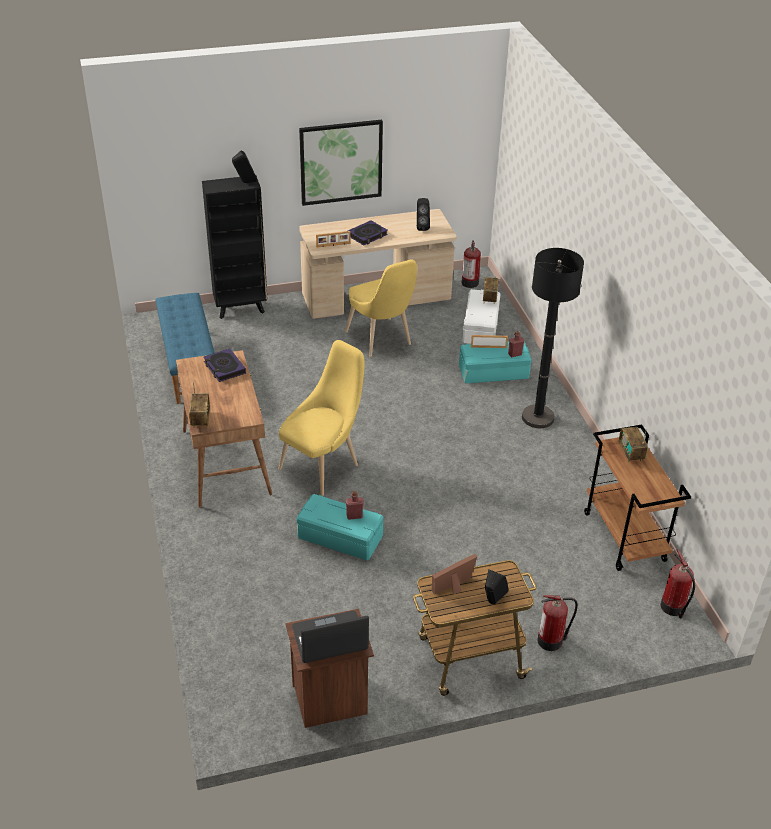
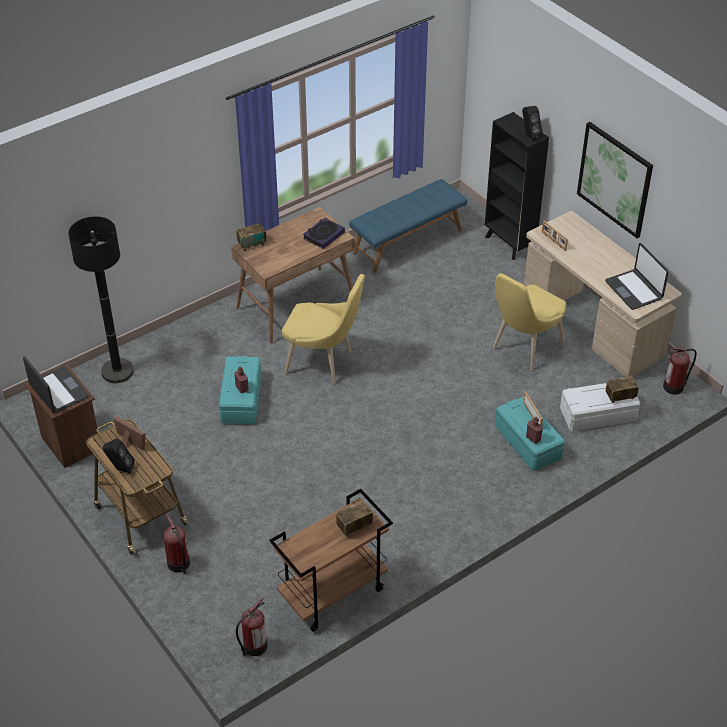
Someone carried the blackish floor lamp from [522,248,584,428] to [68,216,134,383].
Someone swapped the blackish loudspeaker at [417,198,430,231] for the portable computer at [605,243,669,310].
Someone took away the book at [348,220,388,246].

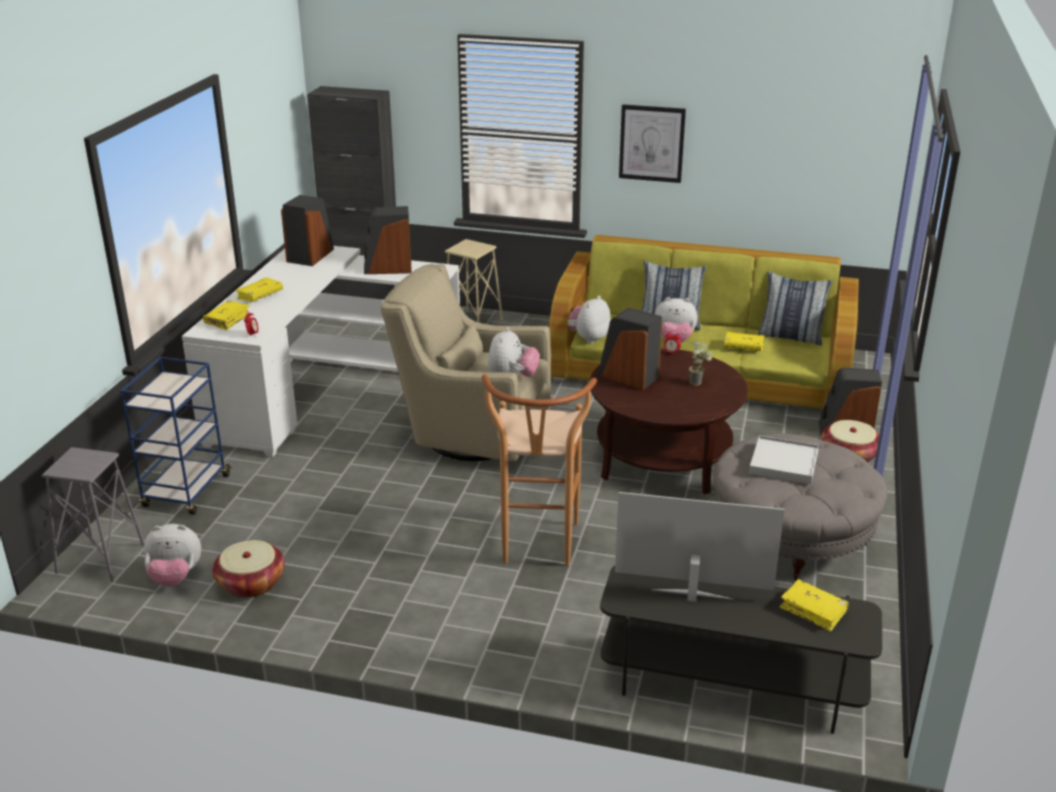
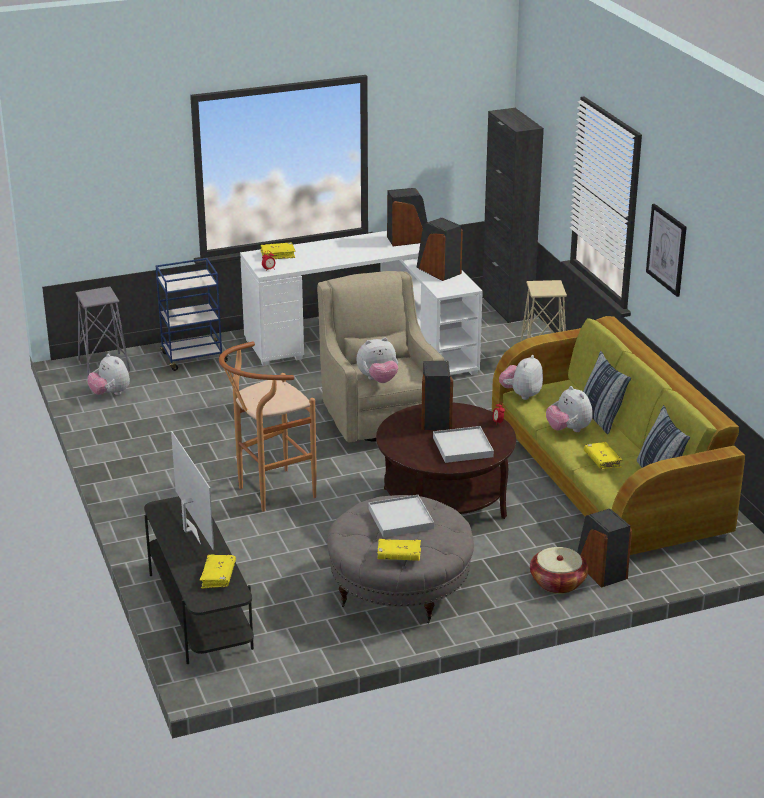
Someone carried the yellow book from [235,277,283,302] to [377,539,421,561].
Someone swapped the houseplant at [689,340,712,386] for the white tray at [433,426,494,463].
Someone rotated the soft toy at [568,296,611,344] by 60 degrees counterclockwise.
Someone took away the household basket at [212,540,285,598].

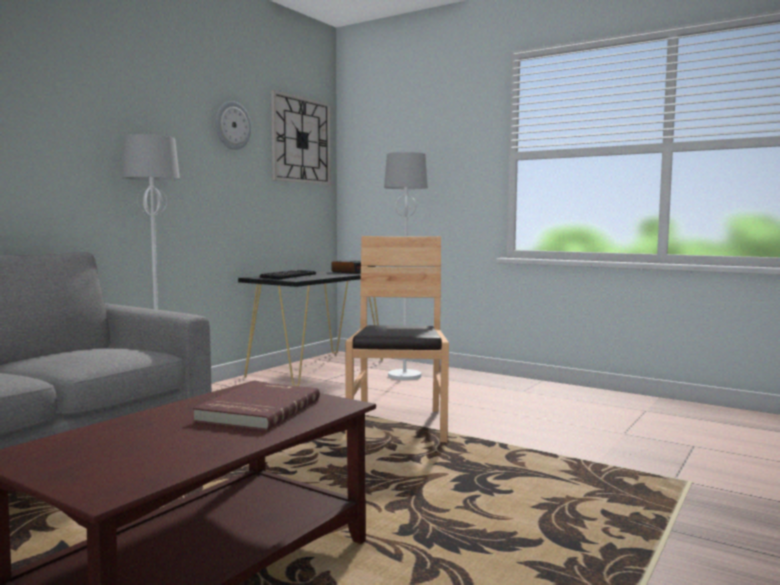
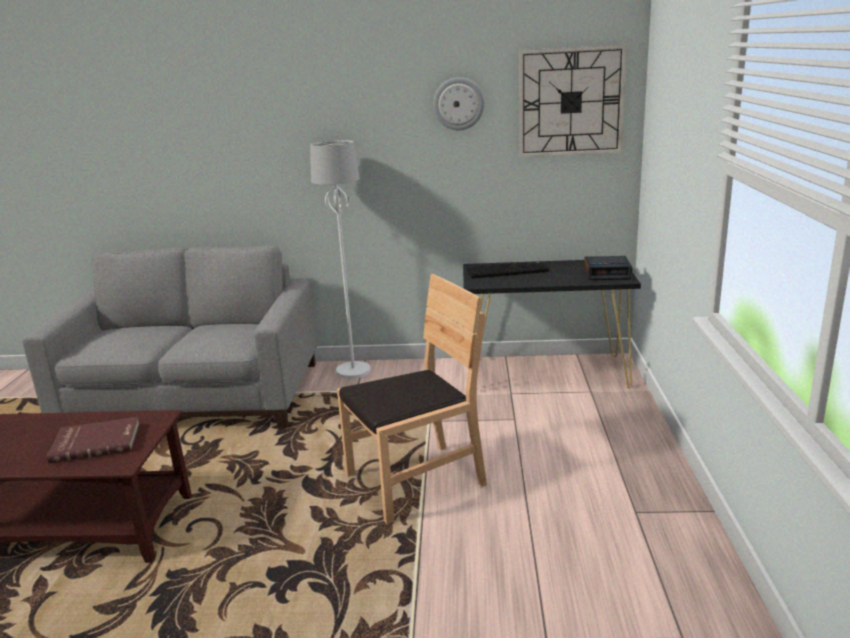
Someone took away the white floor lamp at [384,152,428,380].

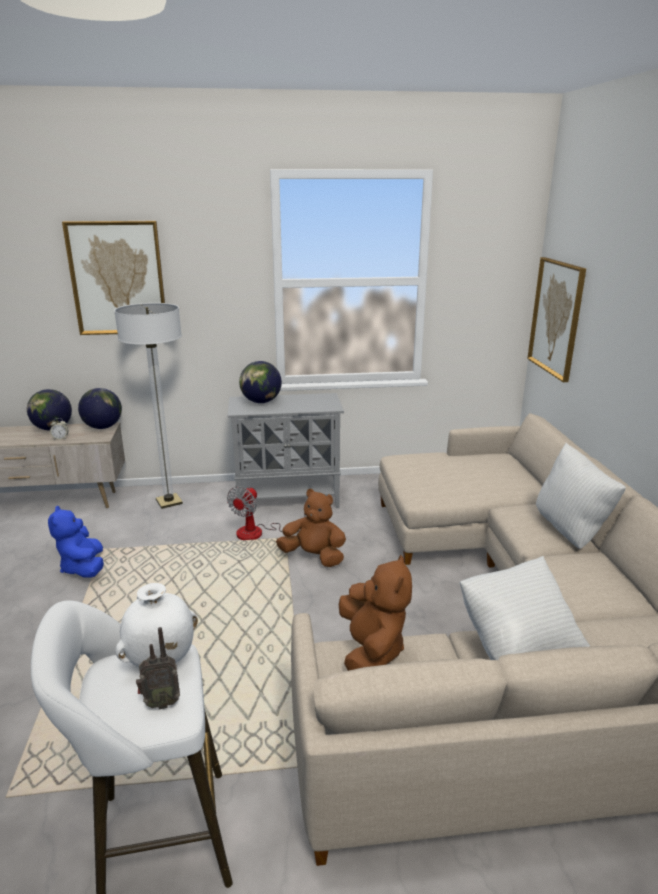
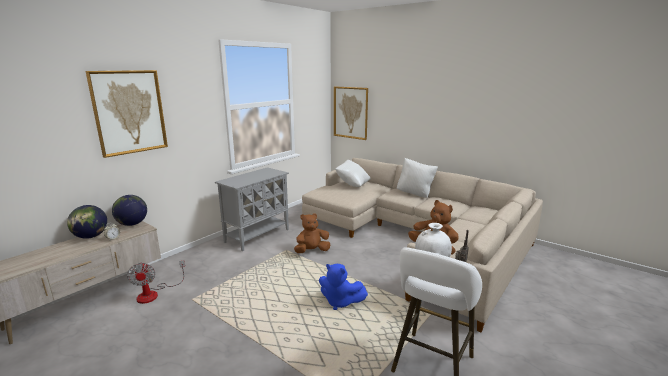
Someone carried the electric fan from [227,486,305,540] to [127,260,185,304].
Someone carried the blue-coloured soft toy from [48,506,104,578] to [319,264,368,310].
Someone carried the white throw pillow from [460,556,591,660] to [335,160,371,187].
Someone took away the floor lamp at [114,303,183,509].
Someone took away the world globe at [239,361,282,403].

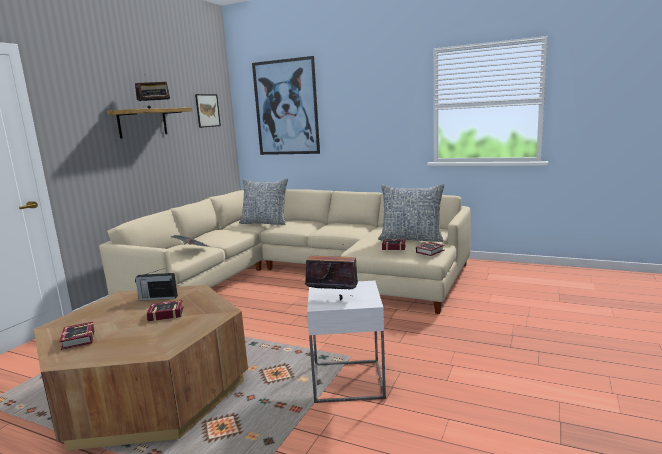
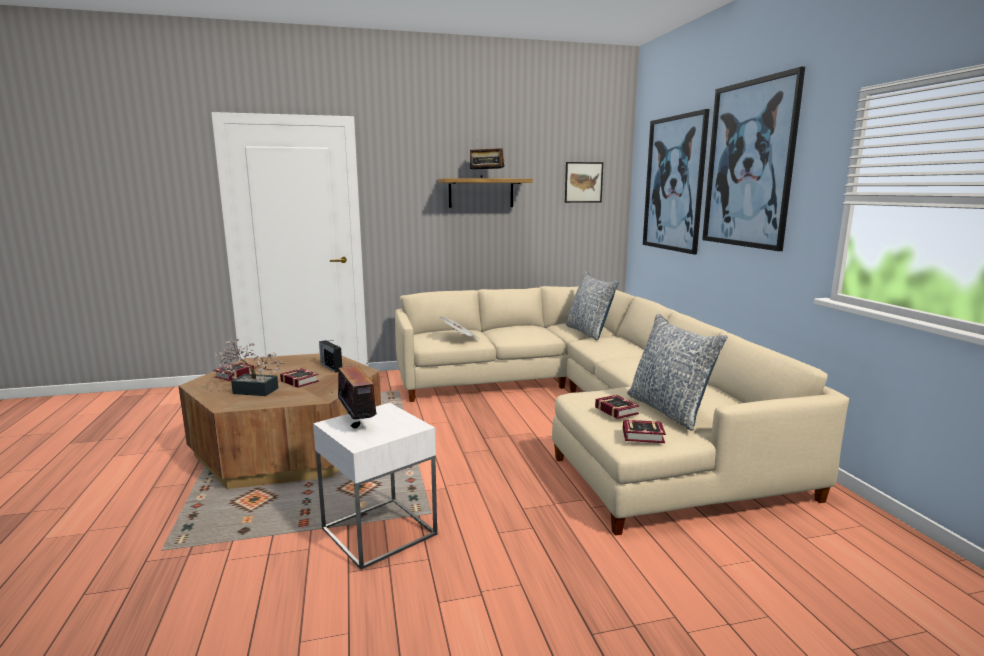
Someone put down the houseplant at [214,339,284,396].
Someone put up the picture at [702,67,805,251].

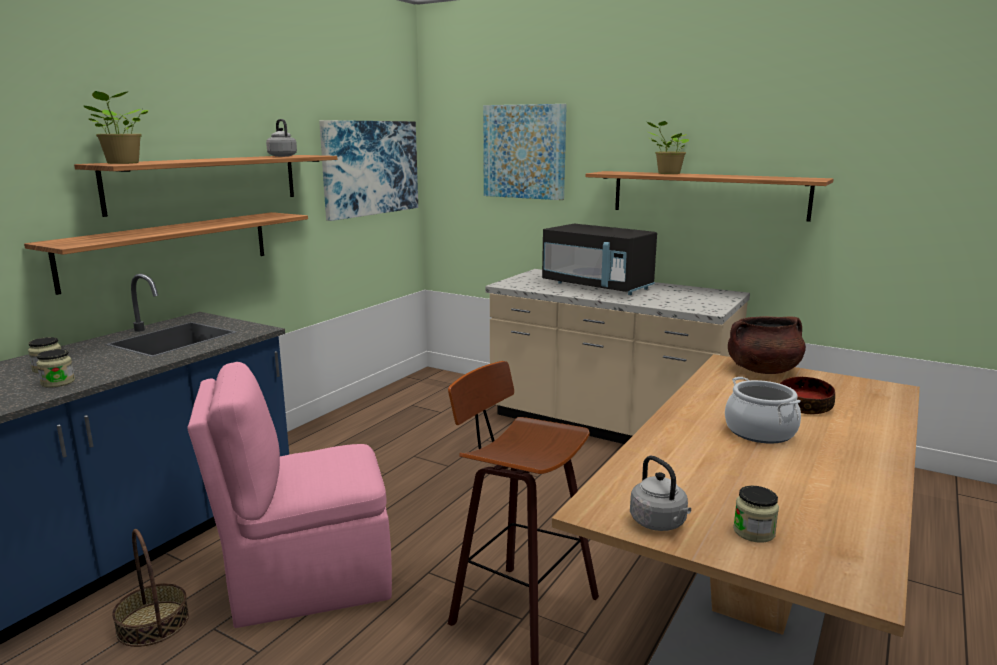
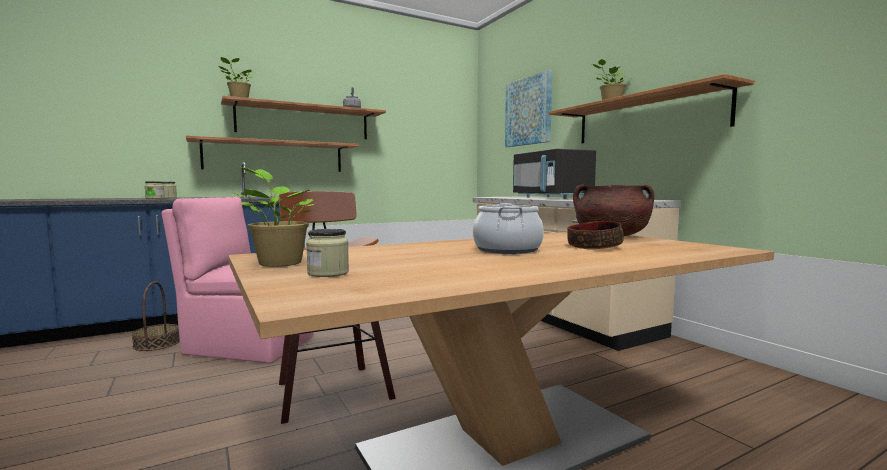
Someone swapped the greyish water kettle at [630,456,691,531] for the houseplant at [233,167,314,267].
Someone took away the picture at [319,120,418,221].

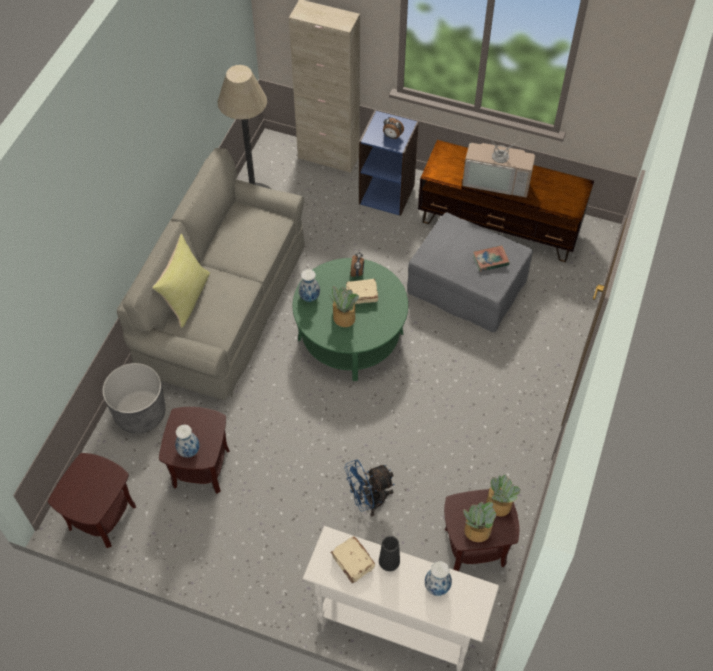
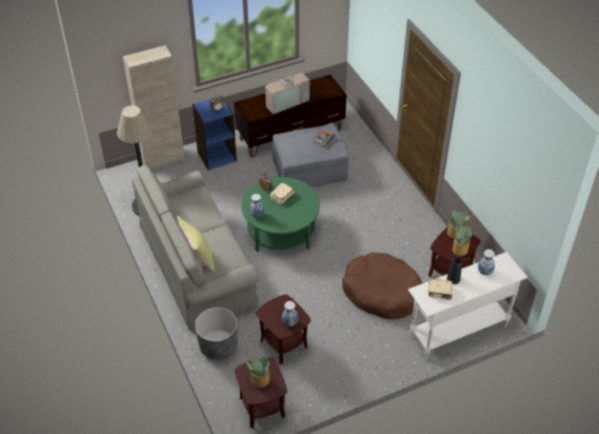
Someone carried the houseplant from [330,286,359,327] to [246,356,270,388].
Someone swapped the blue-coloured electric fan at [344,460,394,516] for the brownish pet bed at [342,252,422,320].

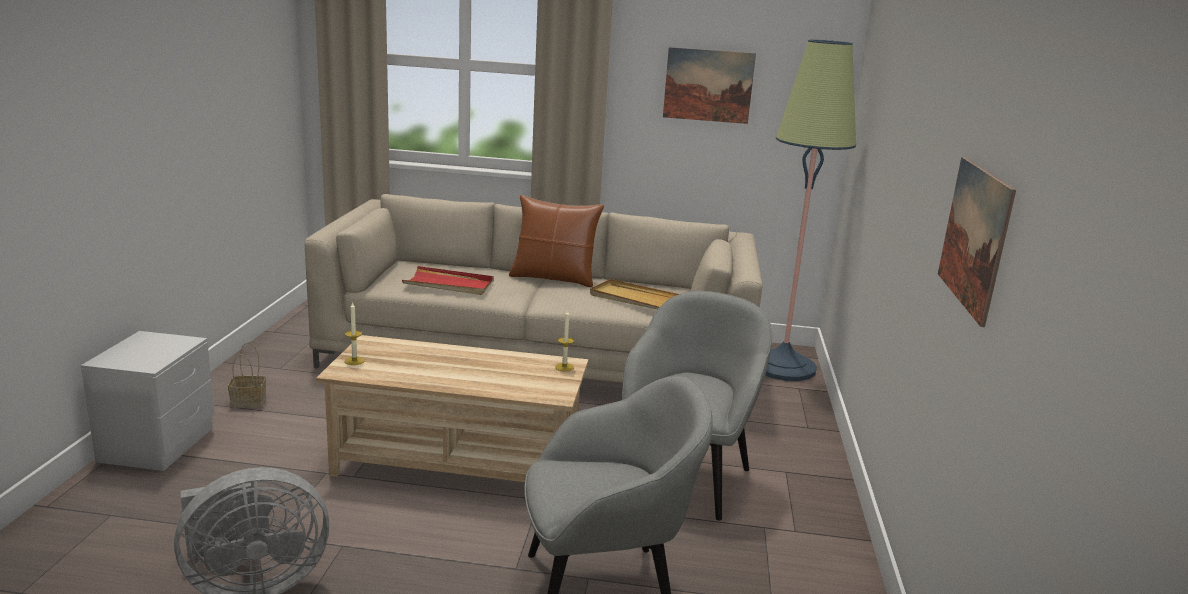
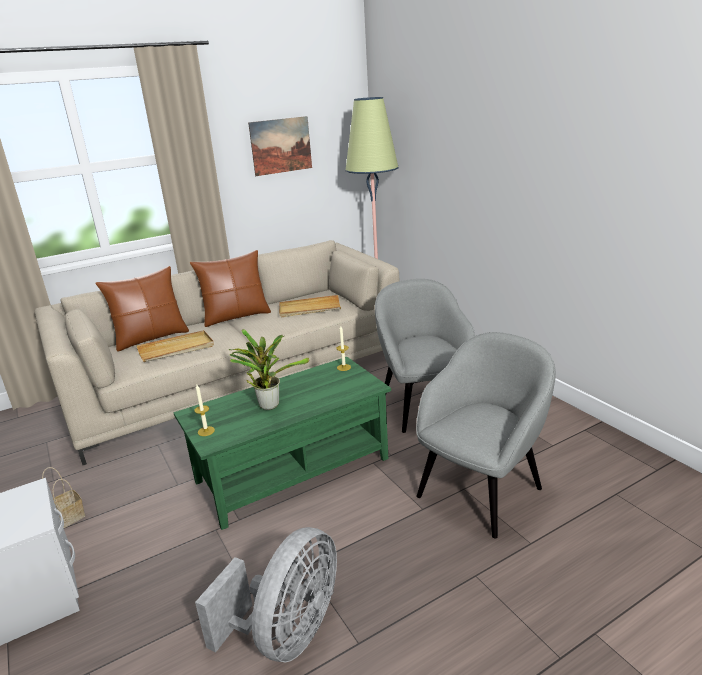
Someone put down the brownish throw pillow at [95,266,189,352].
Someone repainted the red tray at [402,266,494,295], which became the beige-coloured tray at [136,330,214,362].
Someone repainted the beige-coloured low table at [316,335,588,482], which became the green-coloured low table at [173,357,391,530].
Someone put down the houseplant at [229,329,309,410].
Someone took away the picture at [938,157,1016,327].

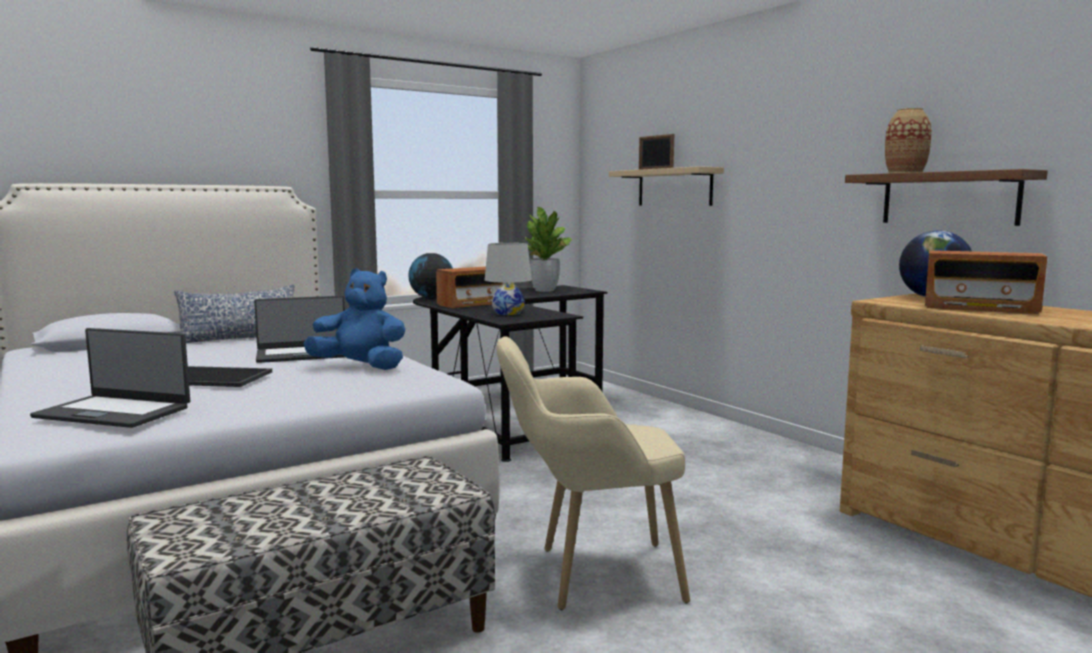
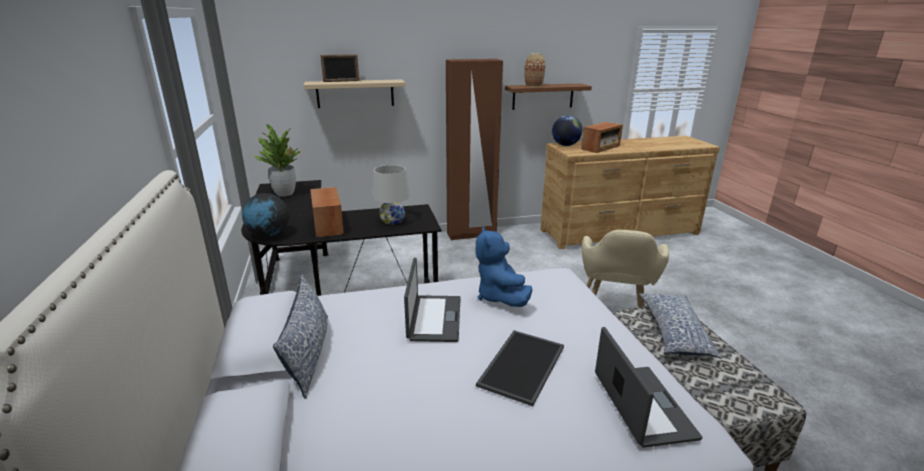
Someone put down the brownish armoire at [446,59,503,240].
Someone rotated the blue-coloured soft toy at [304,268,406,370] by 45 degrees counterclockwise.
Someone rotated the portable computer at [30,328,190,428] by 45 degrees counterclockwise.
Someone put down the throw pillow at [639,293,722,359].

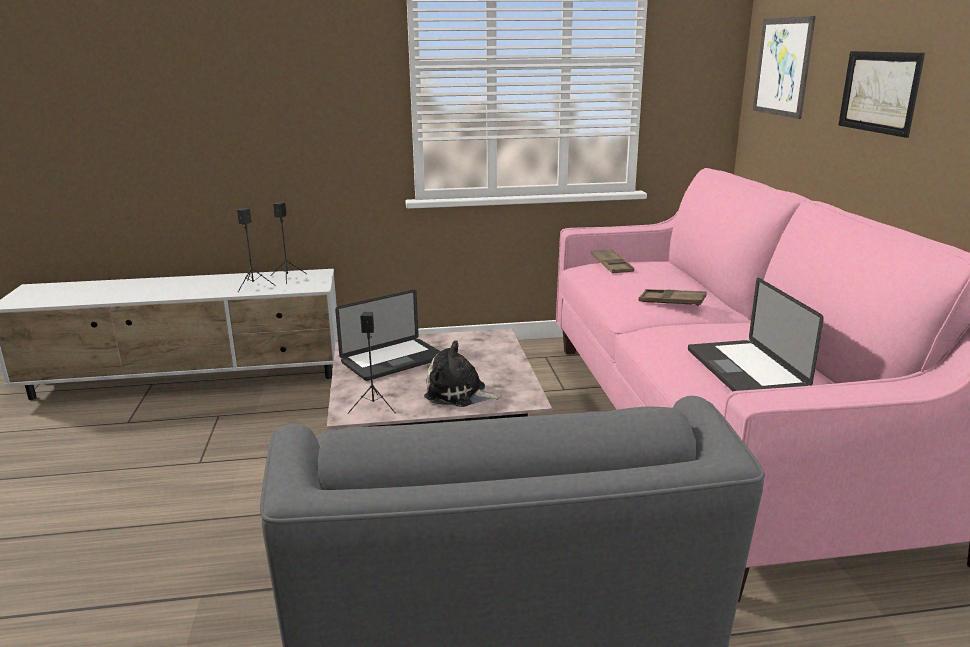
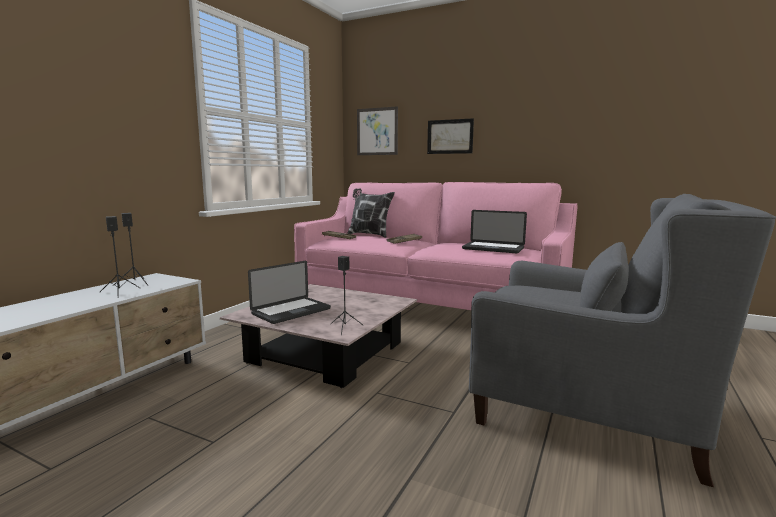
Someone rotated the portable computer at [335,290,440,381] by 45 degrees clockwise.
Someone put down the throw pillow at [347,188,395,238].
Someone took away the soft toy at [424,340,502,407].

